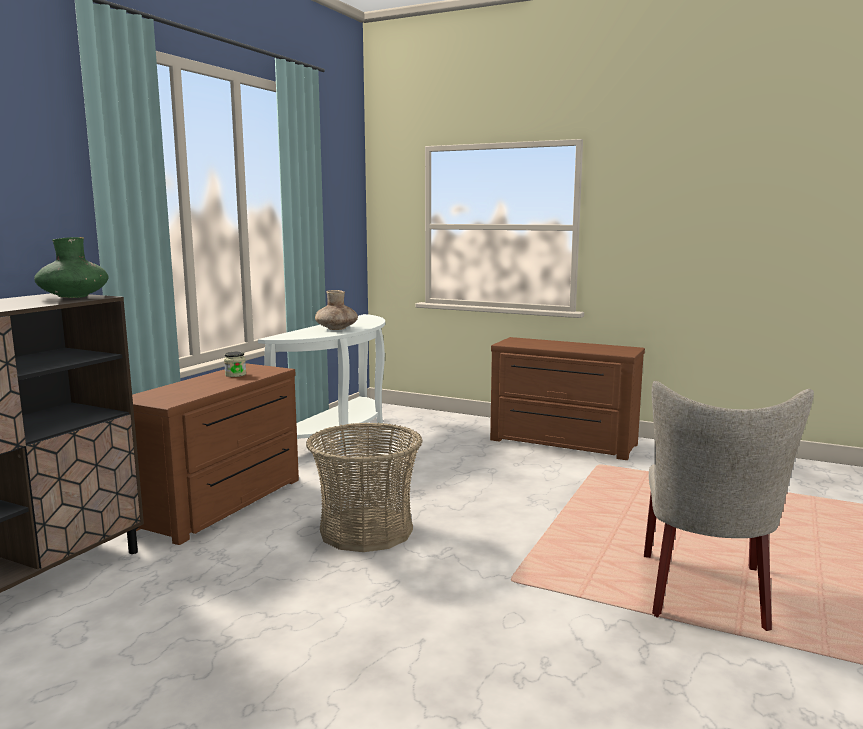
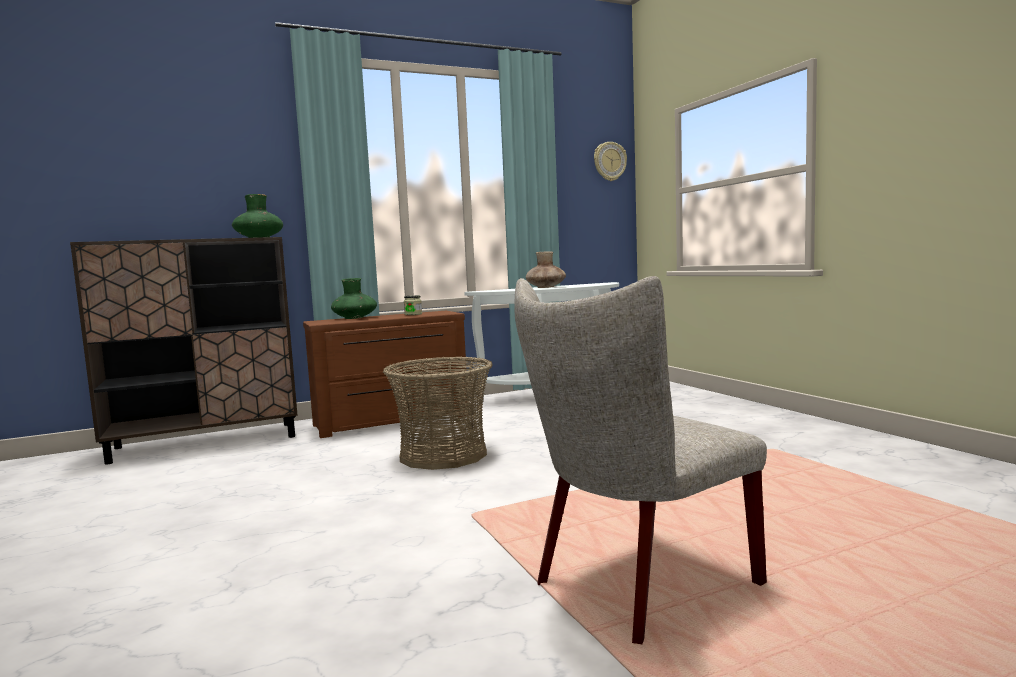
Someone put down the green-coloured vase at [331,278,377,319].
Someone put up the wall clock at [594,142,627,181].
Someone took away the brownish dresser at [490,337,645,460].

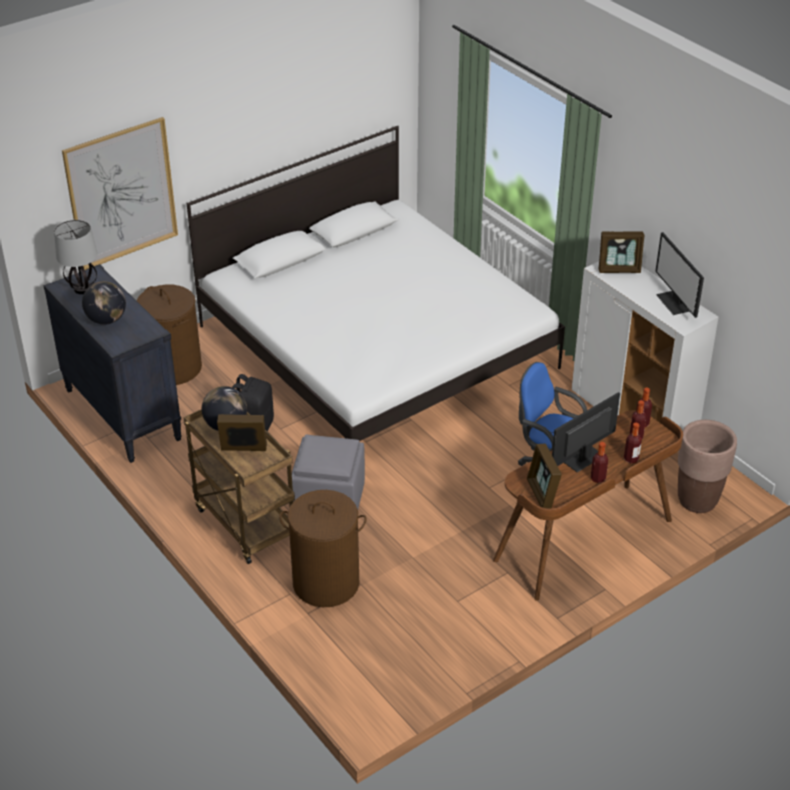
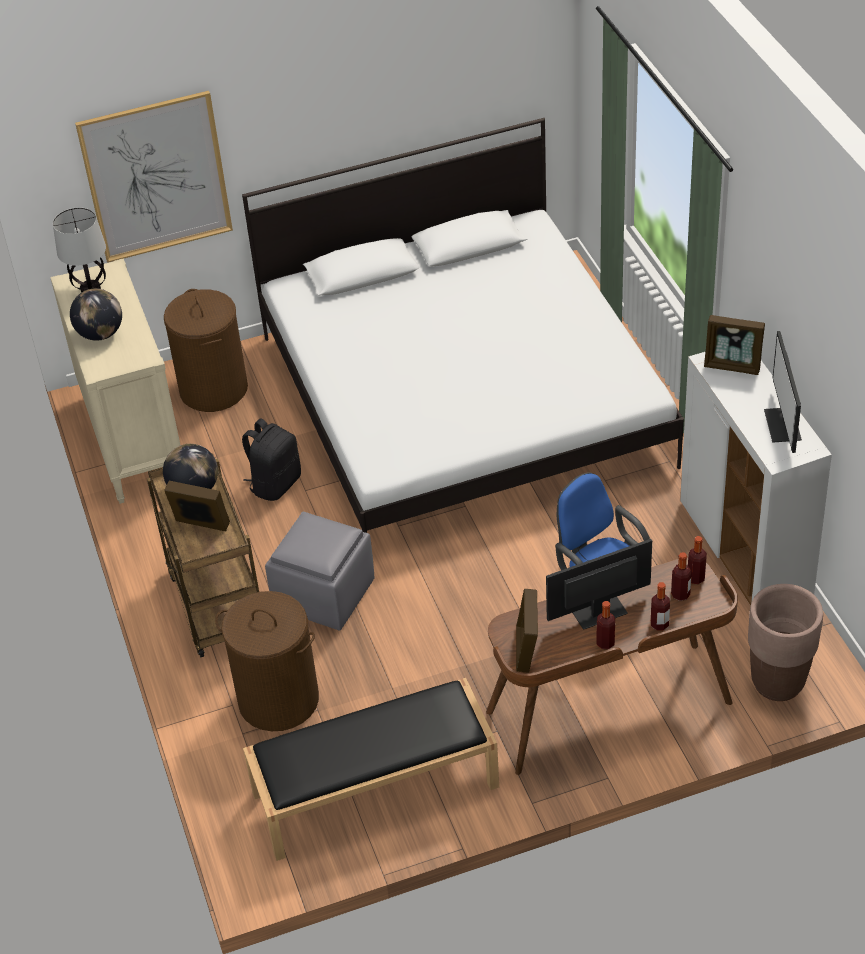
Someone repainted the blackish dresser at [43,264,182,463], which became the beige-coloured dresser at [50,258,180,504].
Someone put down the blackish long seat at [243,678,499,861].

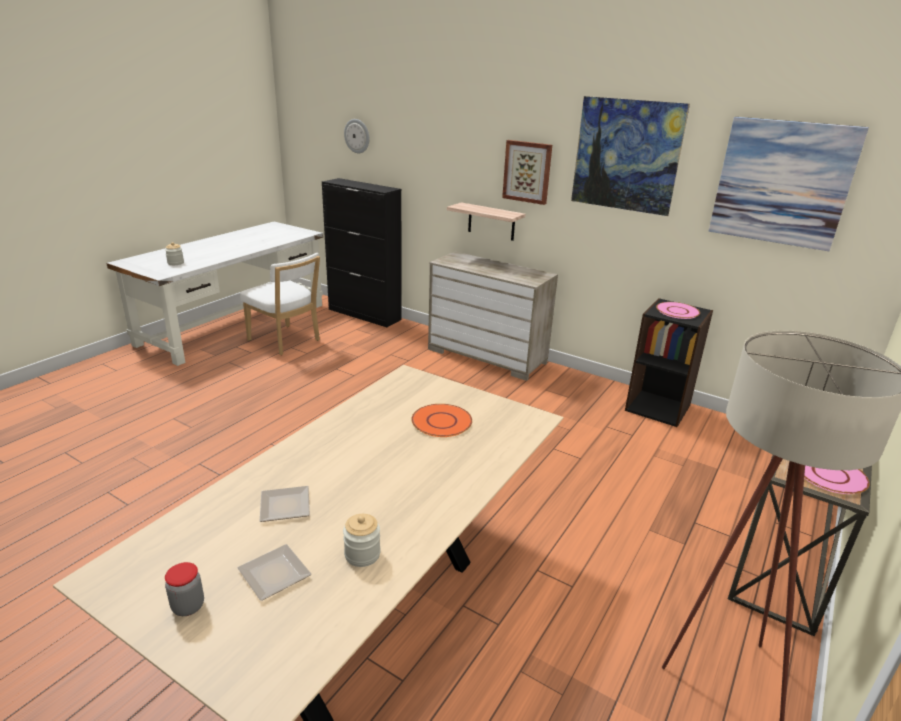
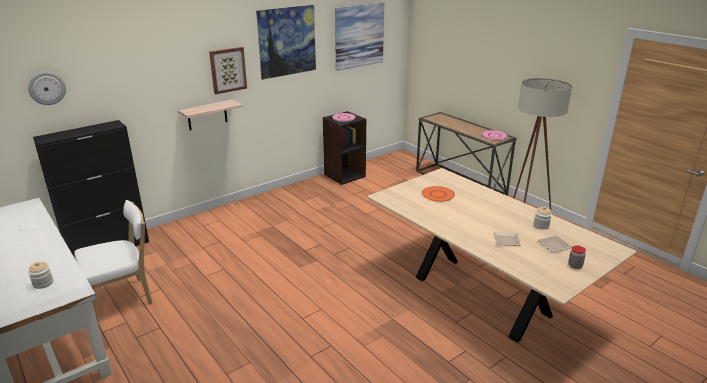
Someone took away the beige-coloured dresser at [428,252,558,381].

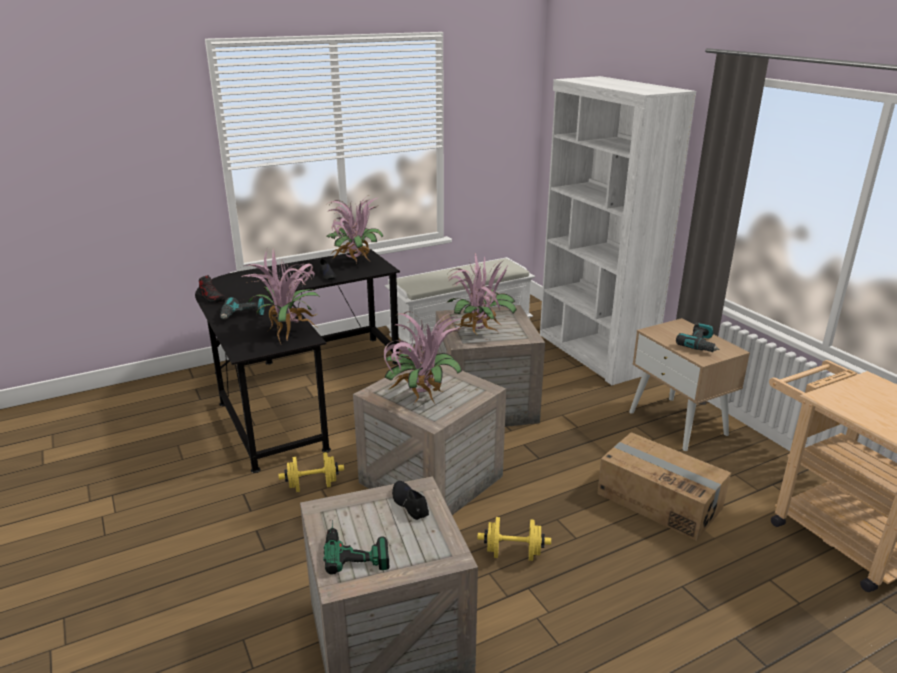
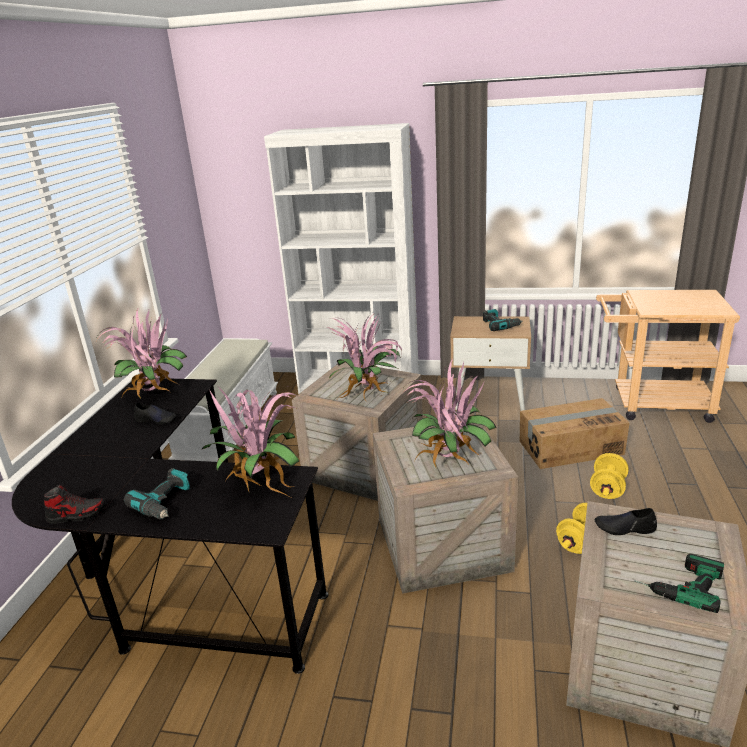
Someone carried the yellow hand weight from [279,452,344,492] to [590,453,629,499].

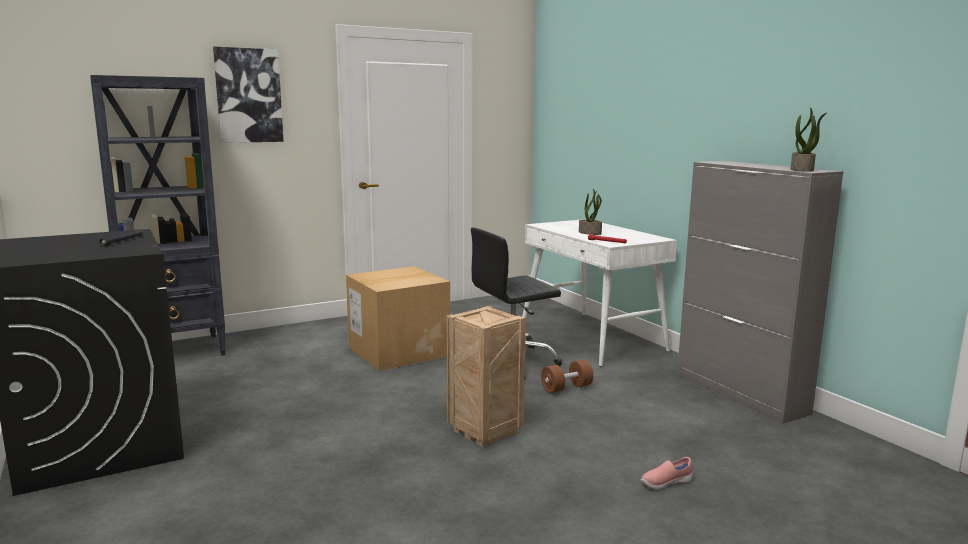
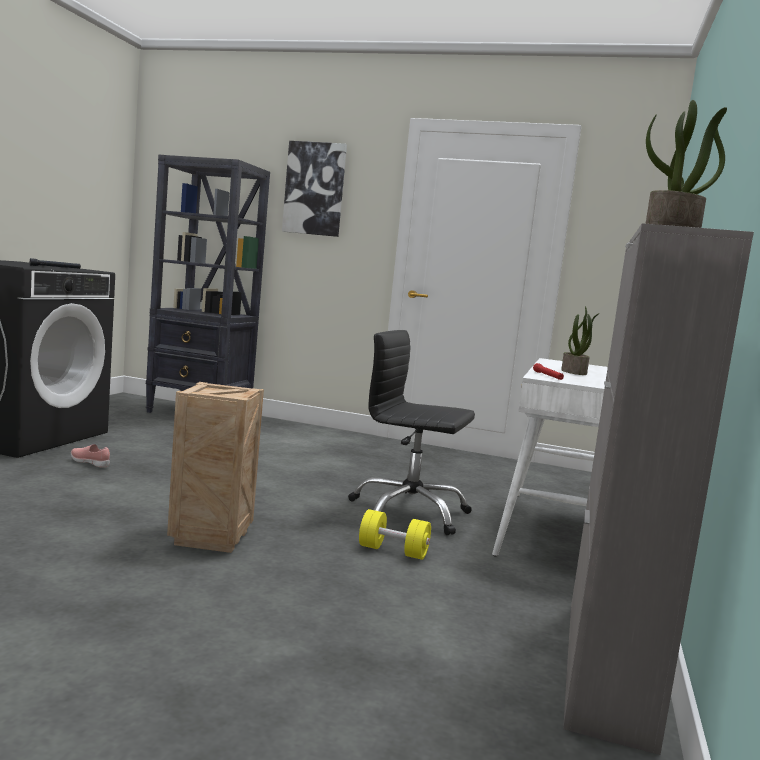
Someone carried the pink-coloured item of footwear from [641,457,693,489] to [71,444,110,467].
Someone repainted the brownish hand weight at [541,360,593,393], which became the yellow hand weight at [359,509,431,560].
Someone took away the carton at [346,266,450,371].

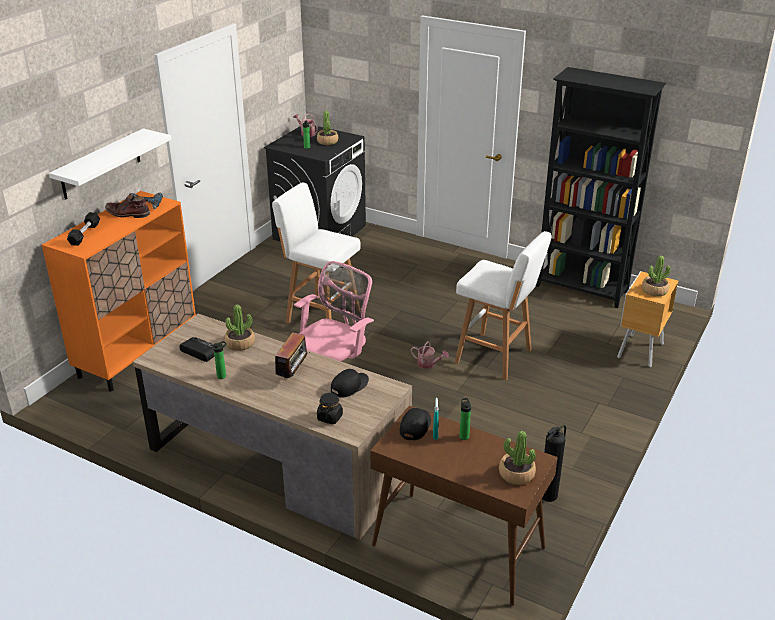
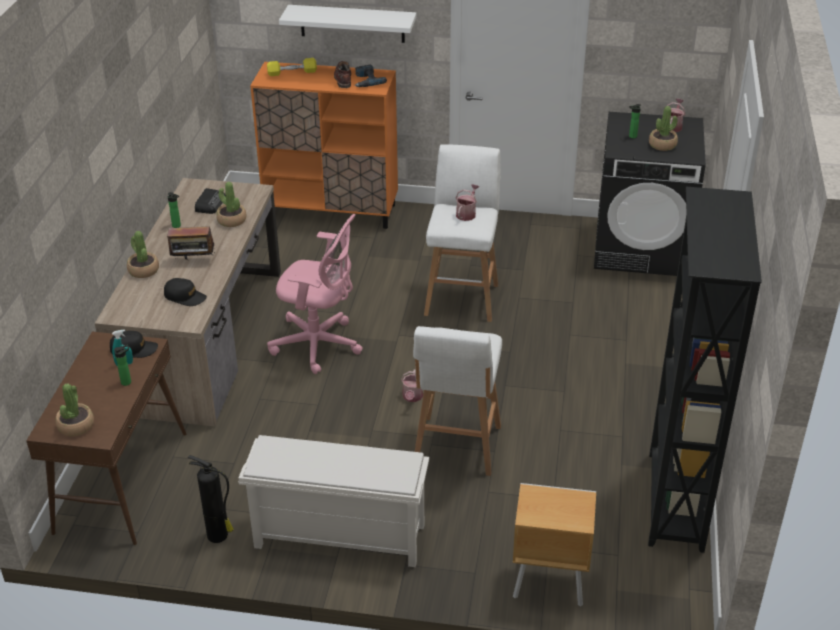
Someone carried the houseplant from [642,256,670,297] to [127,231,159,278].
Someone put down the white shoe stand at [238,435,429,567].
Someone repainted the blackish hand weight at [67,212,100,246], which became the yellow hand weight at [267,58,317,76].
Someone put down the sprinkling can at [456,184,479,221].
Someone took away the blackish preserve jar at [317,393,343,424].

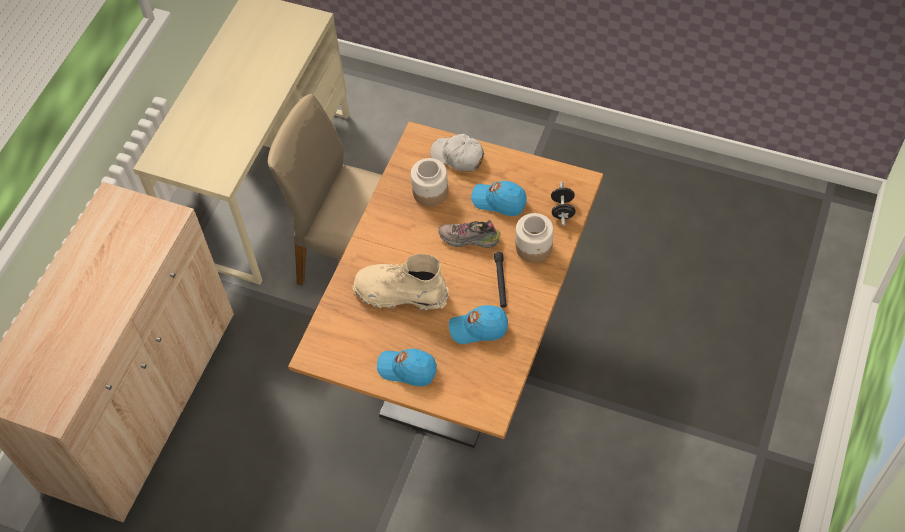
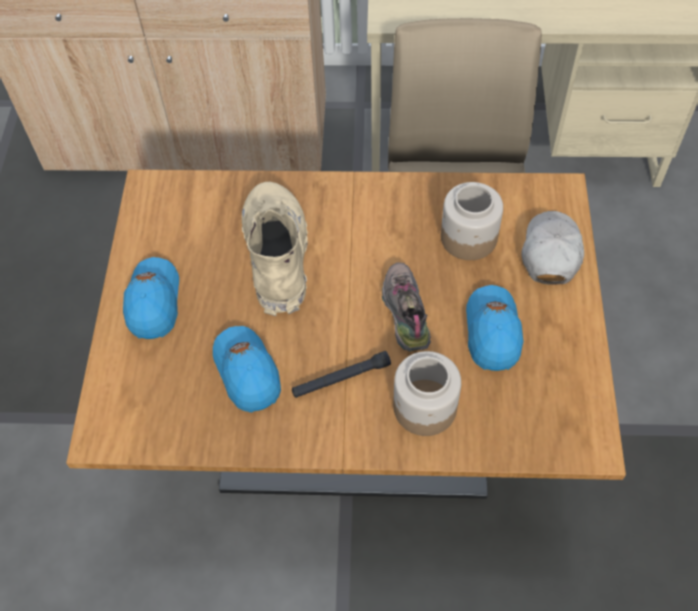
Someone took away the blackish hand weight at [551,182,576,226].

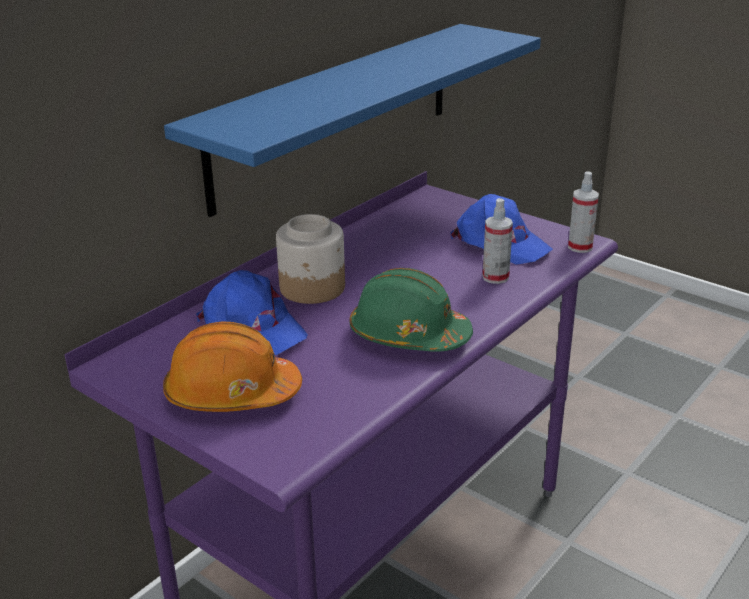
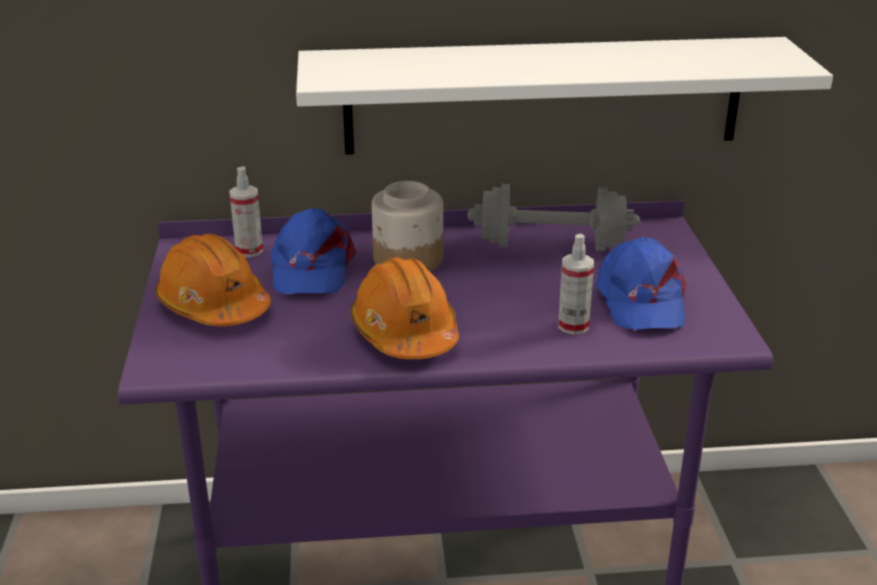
Someone carried the hand sprayer from [568,171,599,253] to [229,166,263,257].
Someone repainted the blue-coloured wall shelf at [164,24,541,217], which became the white wall shelf at [296,37,833,155].
Someone repainted the green-coloured work helmet at [350,268,473,352], which became the orange work helmet at [350,257,459,359].
Someone put down the greyish hand weight at [467,184,640,251].

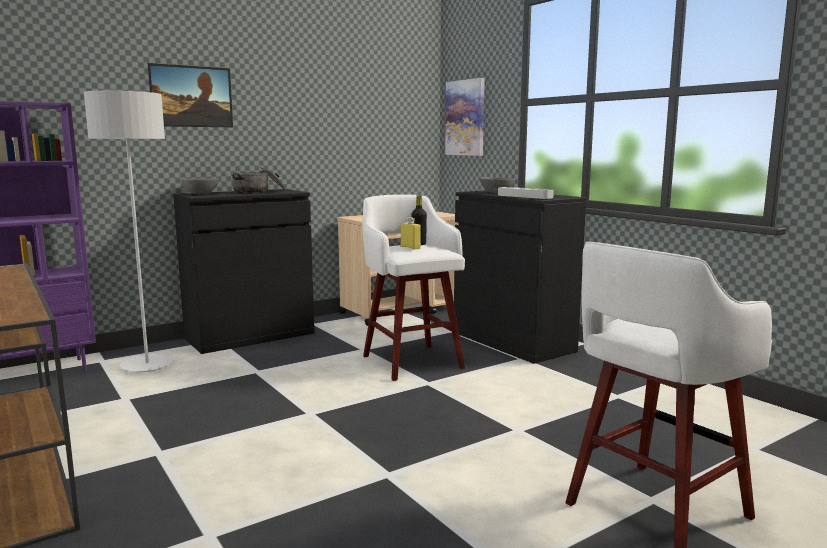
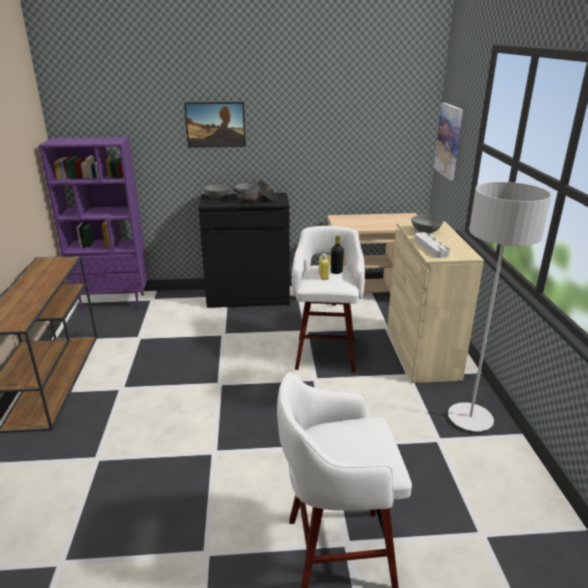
Someone repainted the blackish cupboard at [454,191,586,364], which became the beige-coloured cupboard at [387,222,484,383].
Someone carried the greyish floor lamp from [84,91,174,372] to [448,182,552,431].

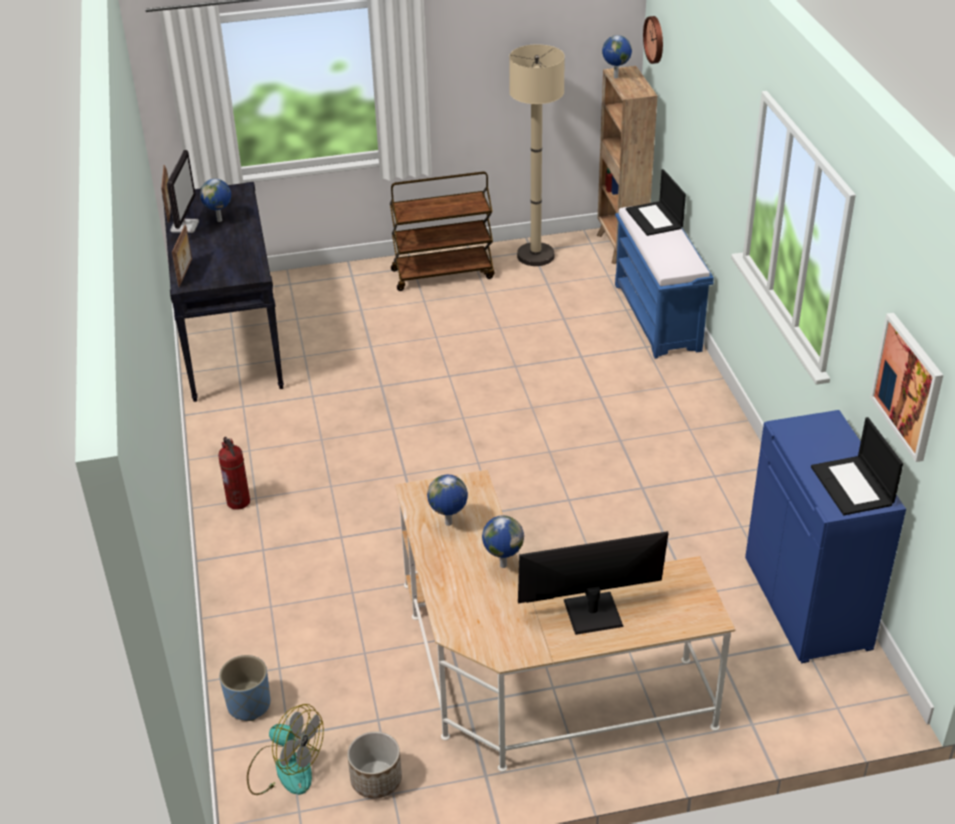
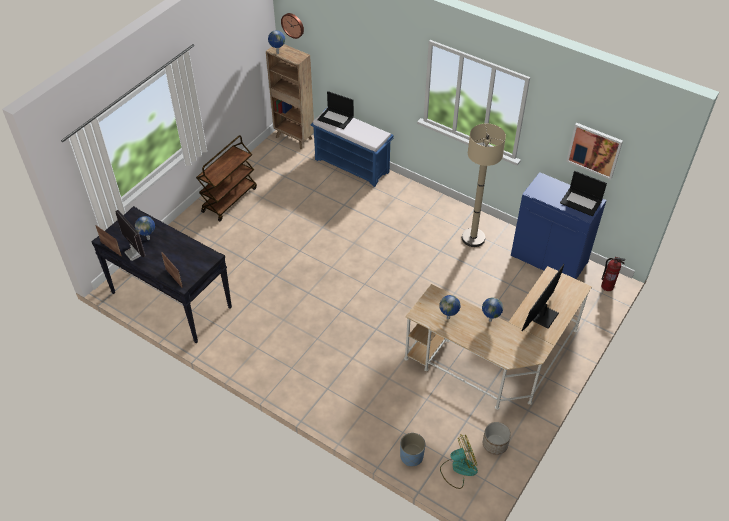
Someone carried the beige-coloured floor lamp from [509,44,565,266] to [462,124,506,247].
Someone carried the fire-fighting cylinder from [218,437,250,510] to [601,257,625,291].

